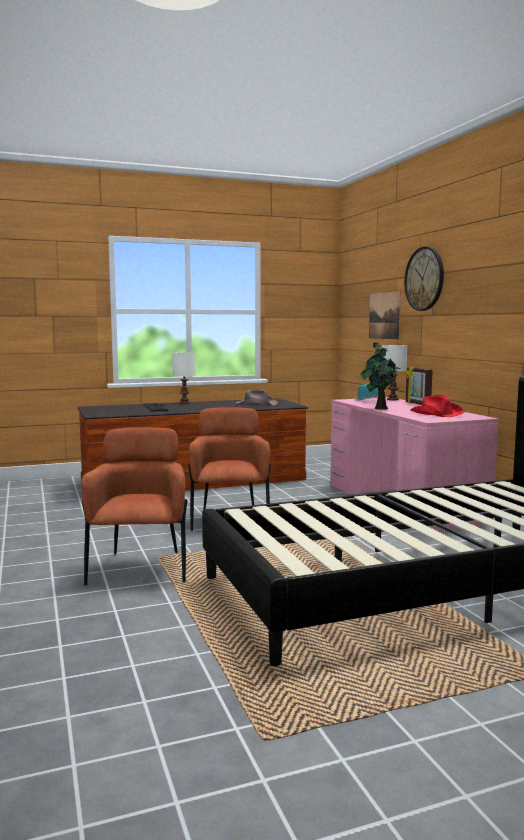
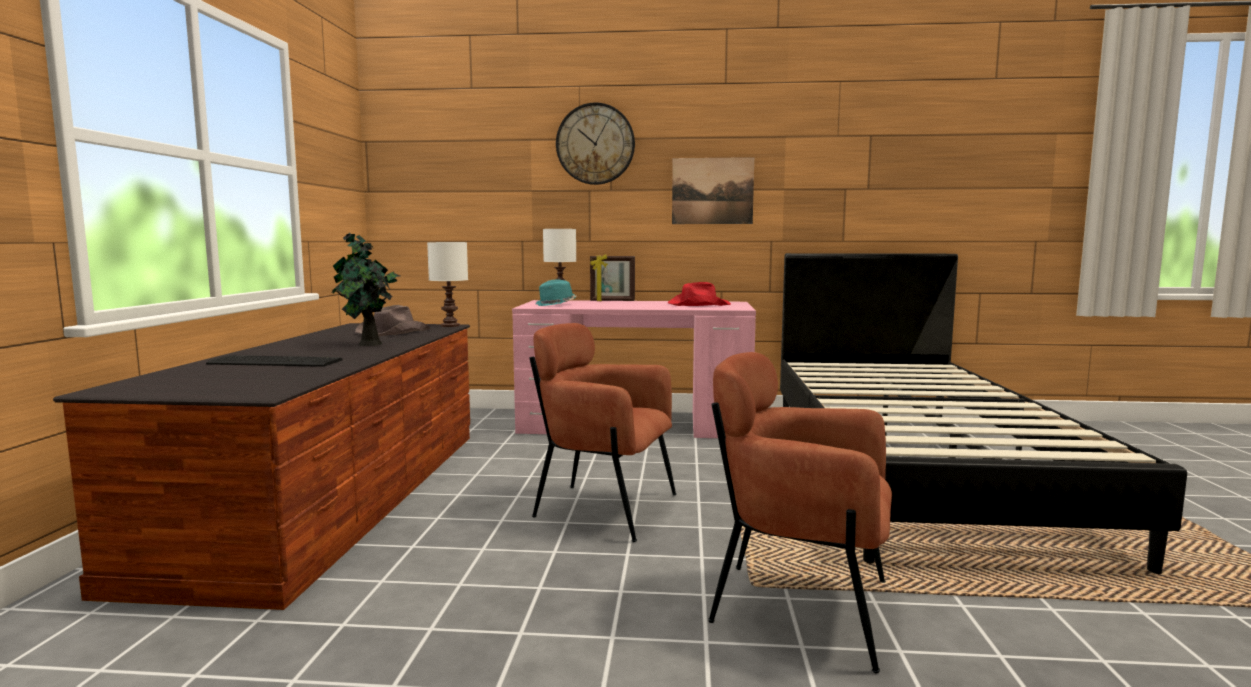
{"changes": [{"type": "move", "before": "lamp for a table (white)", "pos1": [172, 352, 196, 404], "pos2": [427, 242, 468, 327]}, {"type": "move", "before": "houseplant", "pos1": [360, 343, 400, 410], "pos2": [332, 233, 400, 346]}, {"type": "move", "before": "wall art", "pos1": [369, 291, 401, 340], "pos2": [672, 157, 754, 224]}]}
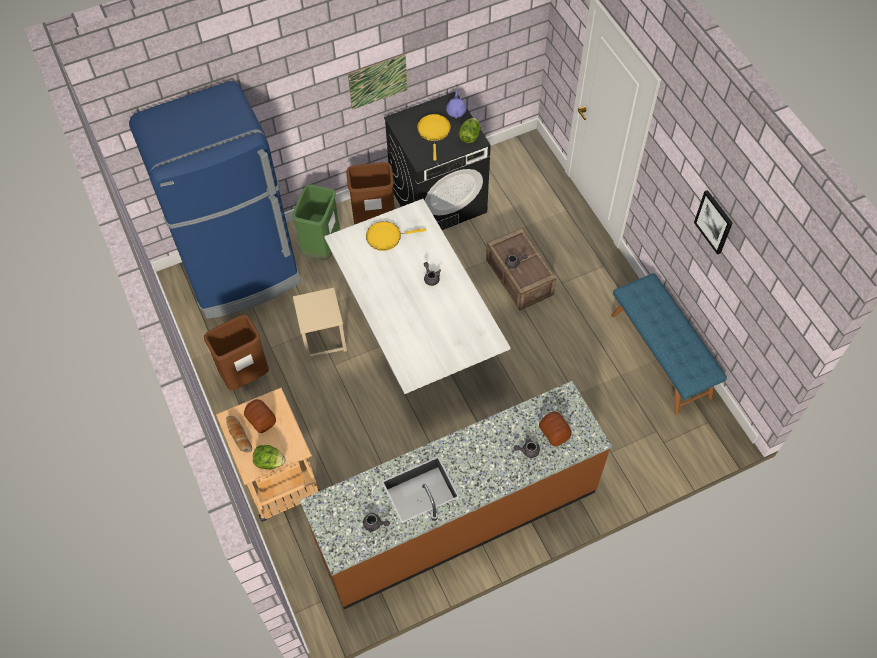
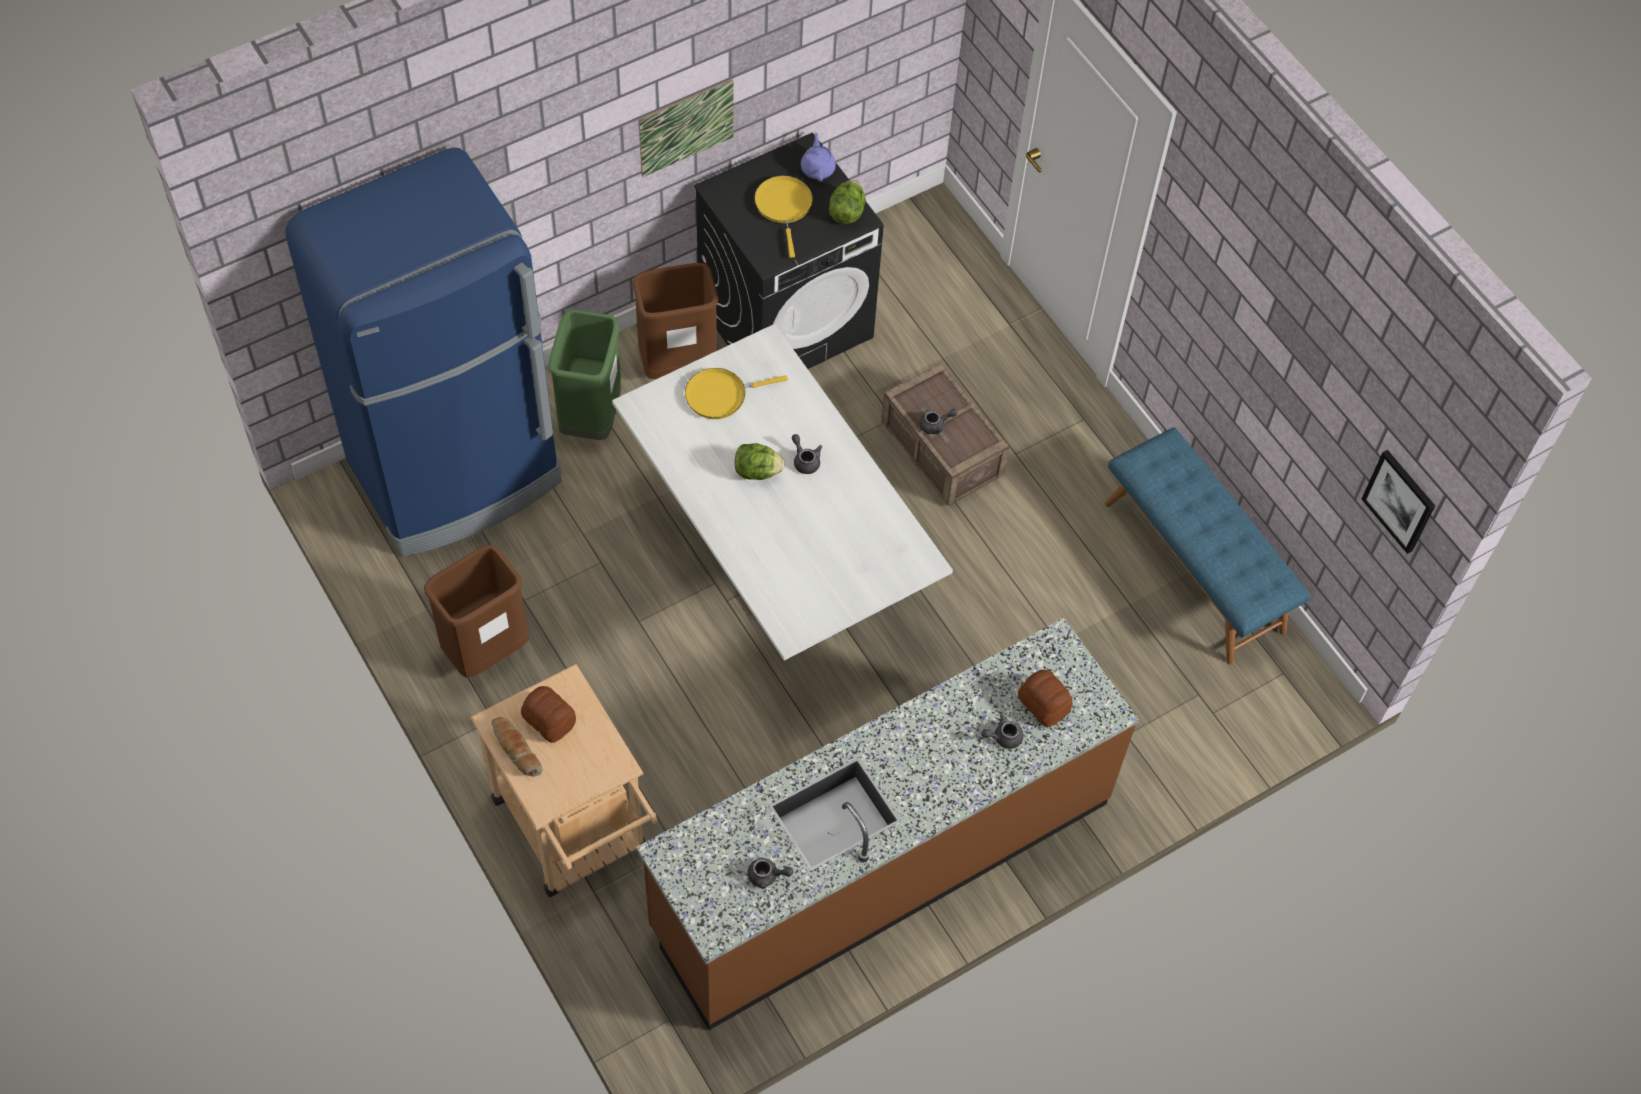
{"changes": [{"type": "move", "before": "head of lettuce", "pos1": [253, 445, 286, 470], "pos2": [735, 443, 785, 480]}, {"type": "delete", "before": "stool (beige-coloured)", "pos1": [293, 288, 347, 360]}, {"type": "move", "before": "wall art", "pos1": [694, 190, 733, 255], "pos2": [1362, 450, 1435, 554]}]}
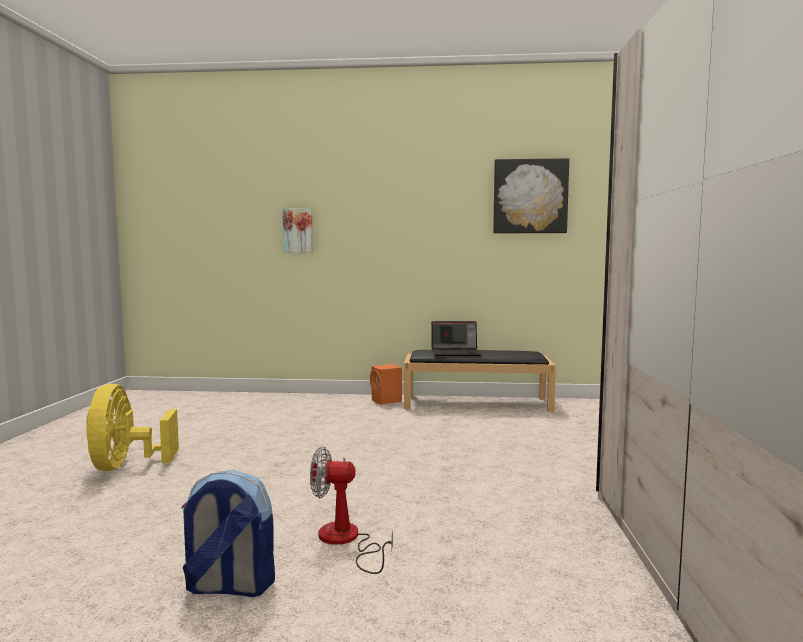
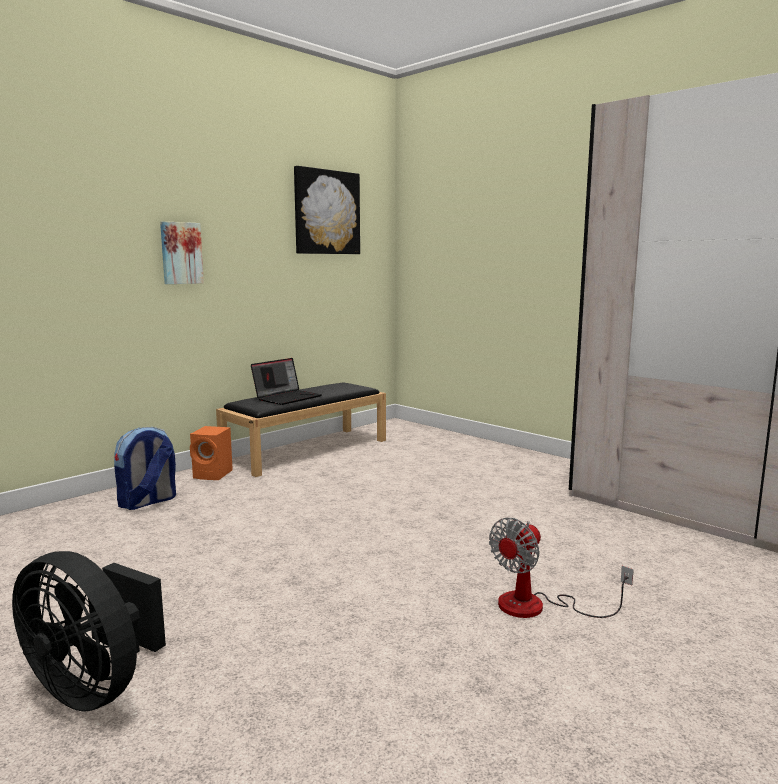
{"changes": [{"type": "recolor", "before": "fan (yellow)", "after": "fan (blackish)", "pos1": [86, 384, 179, 471], "pos2": [12, 551, 166, 712]}, {"type": "move", "before": "rucksack", "pos1": [182, 470, 275, 597], "pos2": [114, 427, 176, 510]}, {"type": "move", "before": "wall art", "pos1": [283, 209, 313, 253], "pos2": [160, 221, 204, 284]}]}
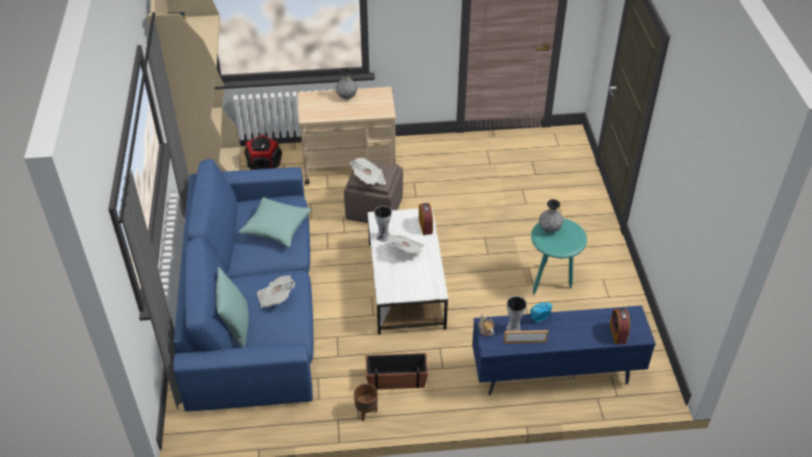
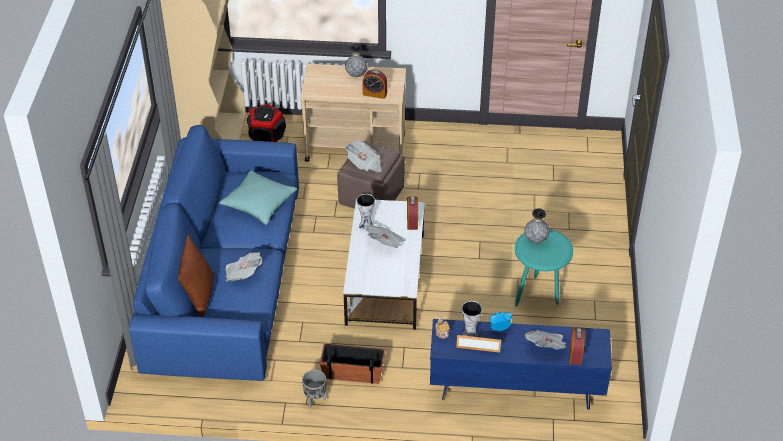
{"changes": [{"type": "recolor", "before": "cushion (turquoise)", "after": "cushion (brown)", "pos1": [216, 267, 249, 348], "pos2": [178, 235, 214, 317]}, {"type": "recolor", "before": "planter (brown)", "after": "planter (greyish)", "pos1": [354, 384, 378, 421], "pos2": [302, 370, 326, 407]}, {"type": "insert", "after": "alarm clock", "pos2": [362, 70, 387, 99]}, {"type": "insert", "after": "printed paper", "pos2": [525, 330, 566, 350]}]}
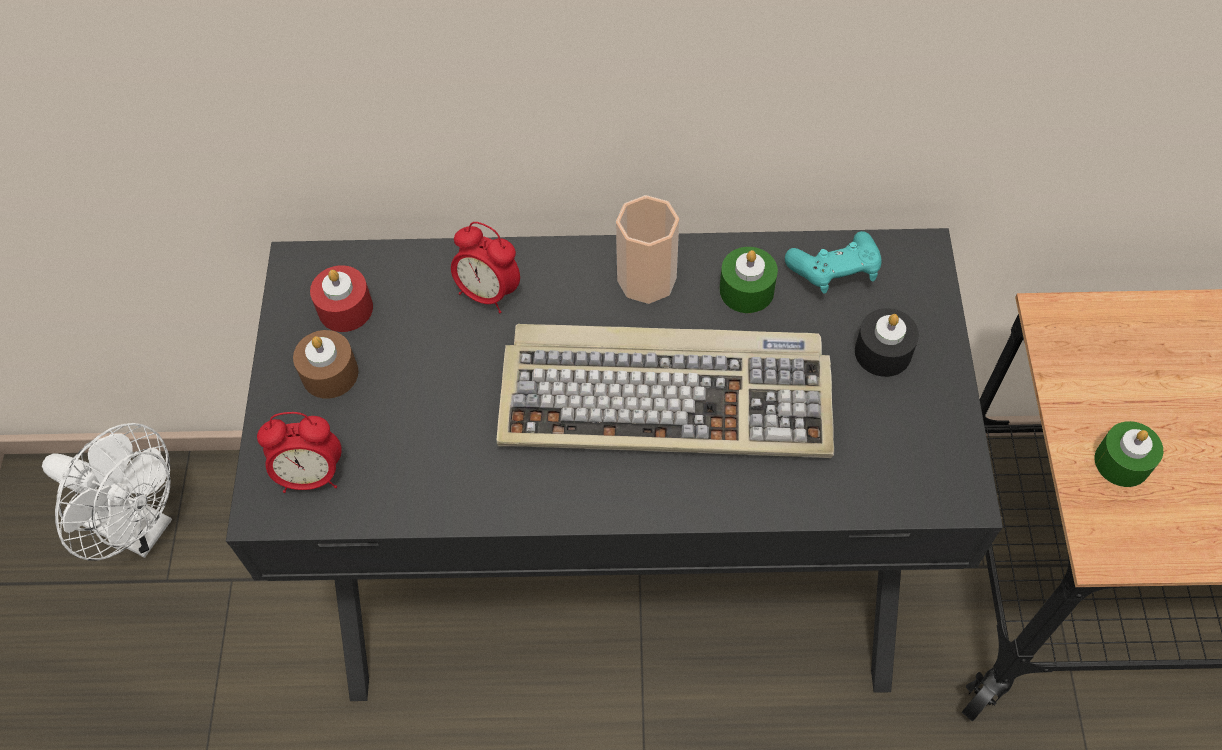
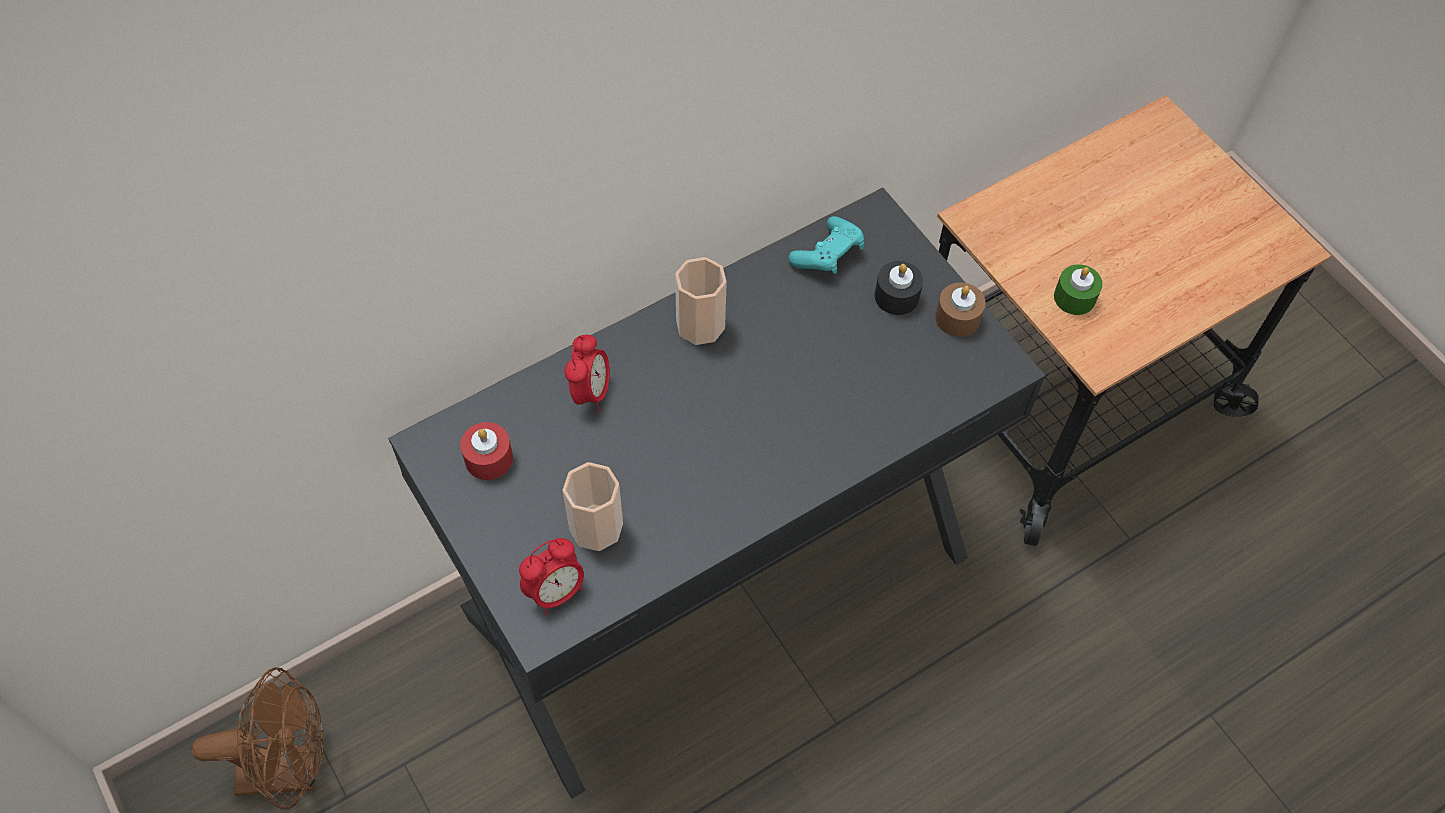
{"changes": [{"type": "recolor", "before": "fan (white)", "after": "fan (brown)", "pos1": [42, 423, 172, 560], "pos2": [192, 667, 323, 810]}, {"type": "move", "before": "candle (brown)", "pos1": [293, 330, 358, 399], "pos2": [935, 282, 986, 337]}, {"type": "rotate", "before": "alarm clock", "pos1": [451, 222, 520, 313], "pos2": [564, 335, 610, 412], "turn": -75}, {"type": "delete", "before": "keyboard", "pos1": [497, 324, 834, 458]}, {"type": "delete", "before": "candle (green-coloured)", "pos1": [720, 247, 778, 313]}, {"type": "insert", "after": "drinking cup", "pos2": [563, 462, 623, 551]}]}
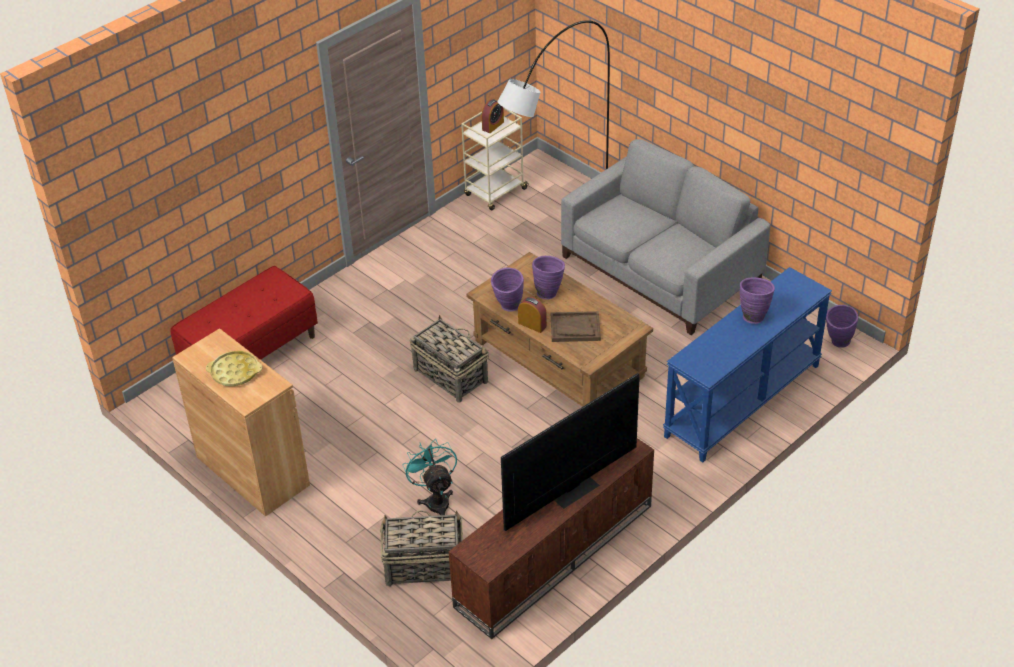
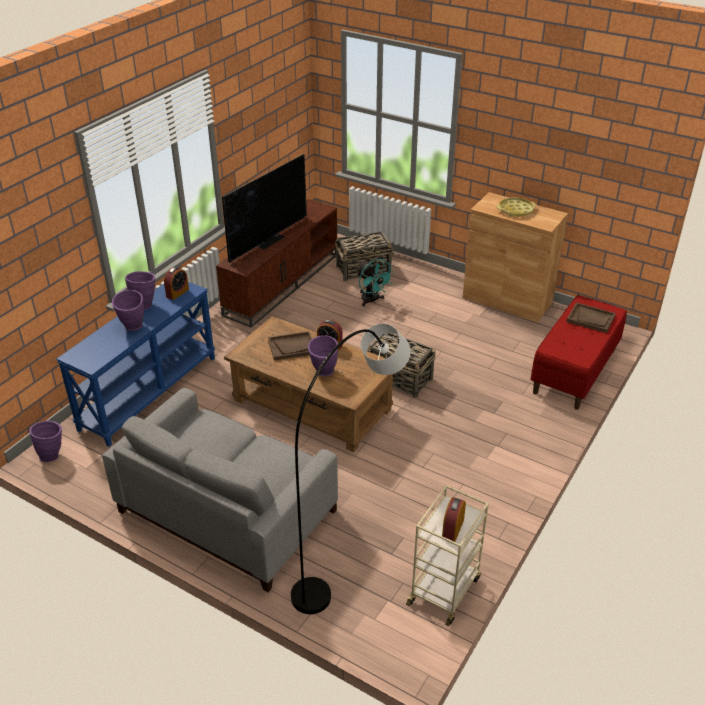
{"changes": [{"type": "move", "before": "flower vase (purple-coloured)", "pos1": [491, 267, 524, 312], "pos2": [125, 271, 155, 310]}, {"type": "insert", "after": "alarm clock", "pos2": [164, 267, 189, 300]}, {"type": "insert", "after": "carrying tray (brown)", "pos2": [566, 302, 616, 333]}]}
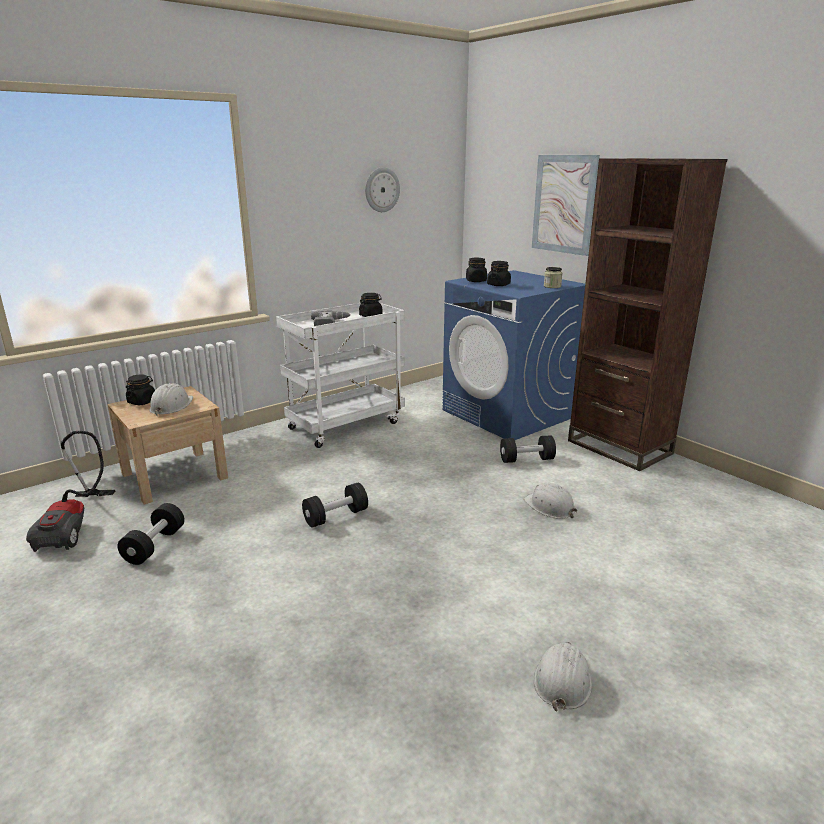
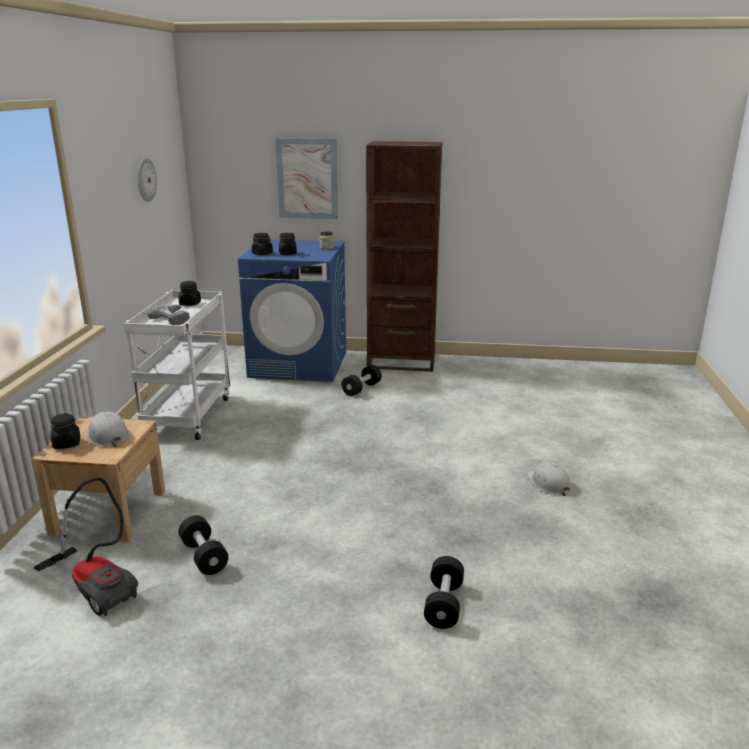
{"changes": [{"type": "move", "before": "hand weight (blackish)", "pos1": [302, 483, 368, 528], "pos2": [424, 556, 464, 629]}, {"type": "delete", "before": "work helmet (white)", "pos1": [523, 483, 577, 519]}]}
